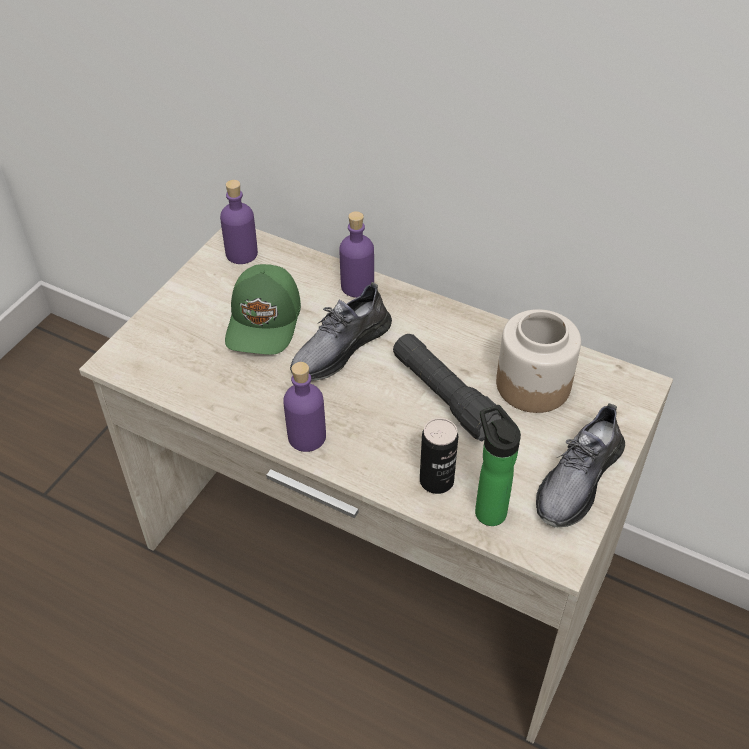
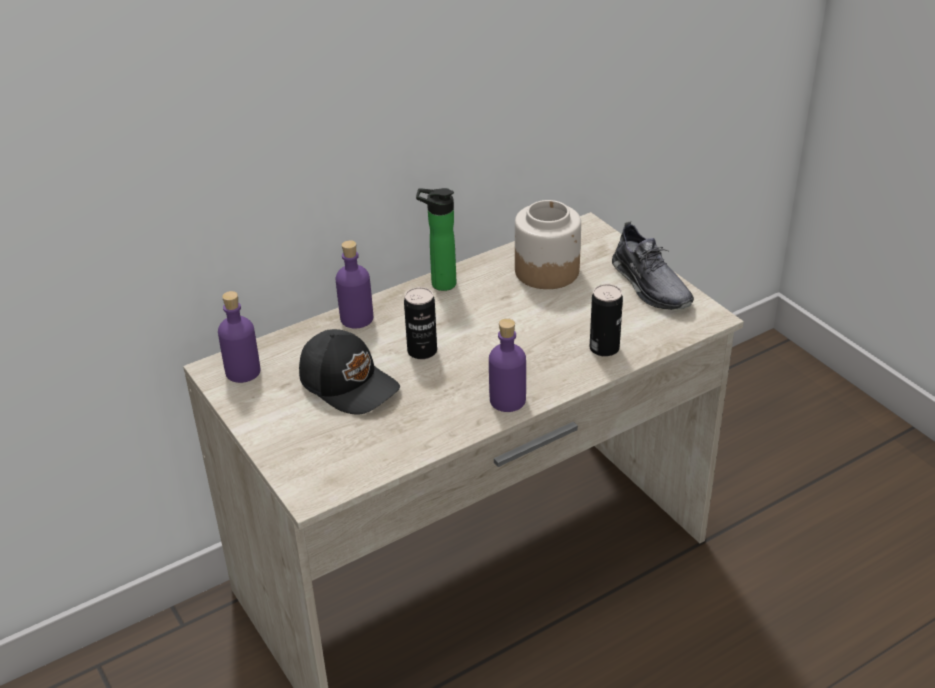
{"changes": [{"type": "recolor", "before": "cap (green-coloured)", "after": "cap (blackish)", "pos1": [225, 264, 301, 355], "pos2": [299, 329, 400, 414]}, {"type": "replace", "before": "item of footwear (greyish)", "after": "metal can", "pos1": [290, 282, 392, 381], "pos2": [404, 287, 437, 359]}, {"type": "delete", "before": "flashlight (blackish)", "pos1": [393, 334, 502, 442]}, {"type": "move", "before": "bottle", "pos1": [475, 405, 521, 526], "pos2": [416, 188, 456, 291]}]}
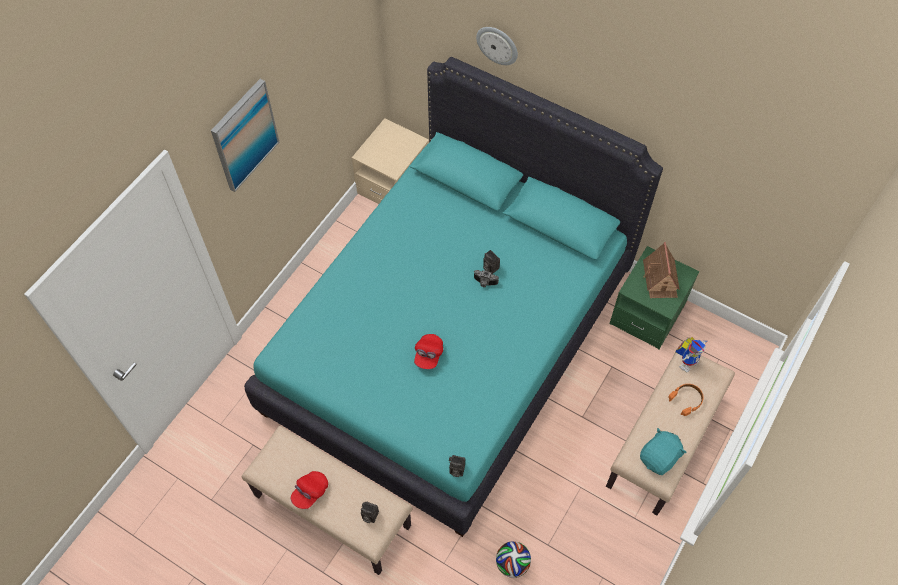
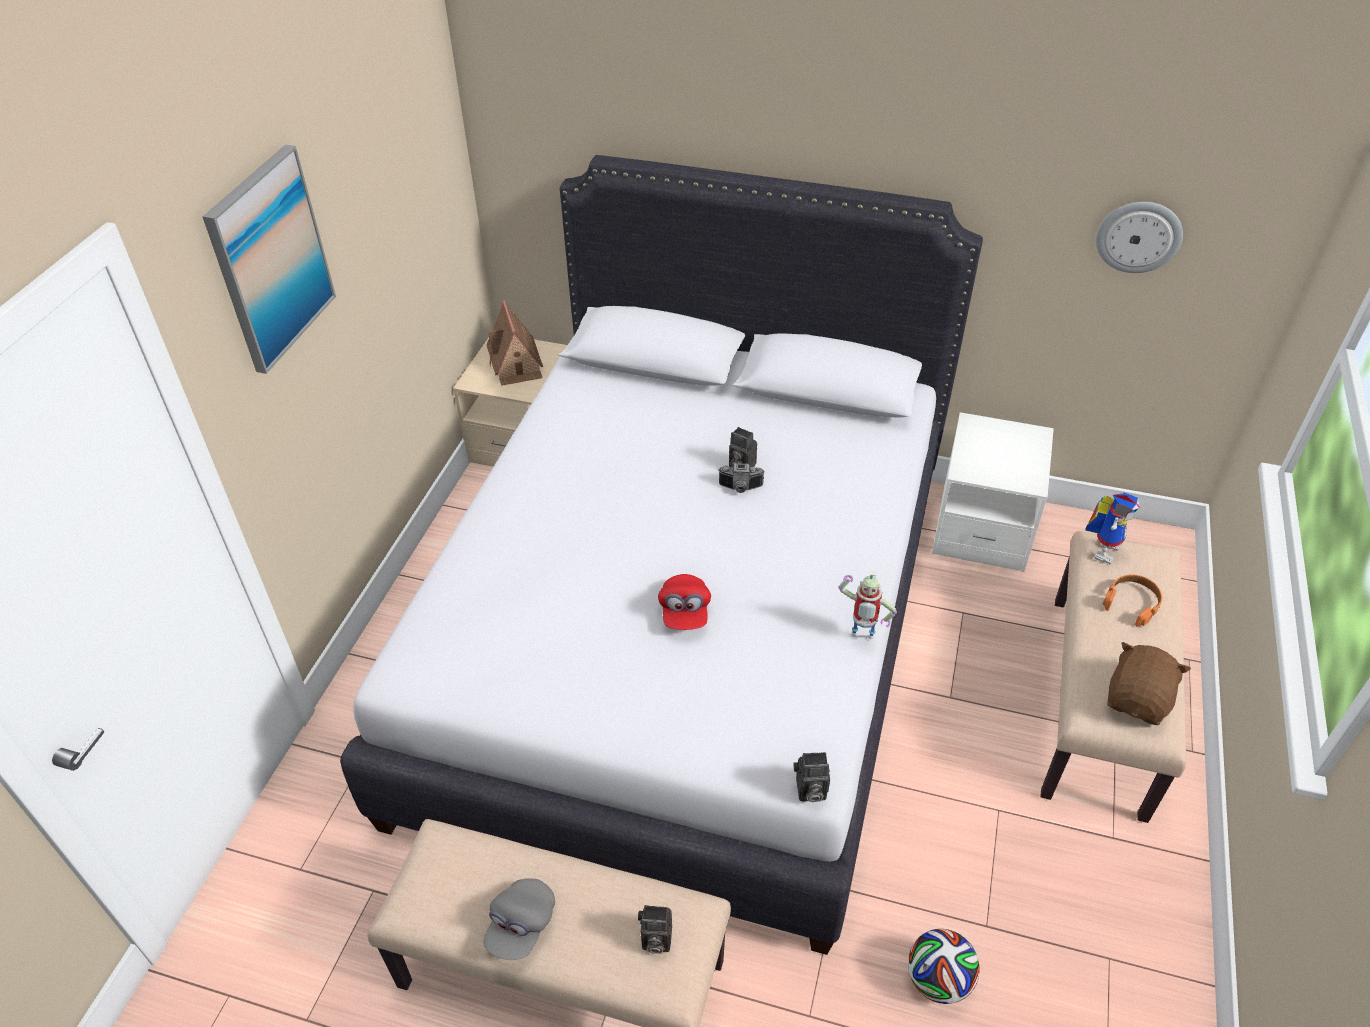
{"changes": [{"type": "recolor", "before": "sleeping bed (turquoise)", "after": "sleeping bed (white)", "pos1": [244, 57, 663, 537], "pos2": [340, 155, 983, 955]}, {"type": "recolor", "before": "cap (red)", "after": "cap (greyish)", "pos1": [291, 471, 328, 509], "pos2": [484, 878, 555, 960]}, {"type": "move", "before": "wall clock", "pos1": [476, 27, 518, 65], "pos2": [1096, 202, 1183, 273]}, {"type": "recolor", "before": "nightstand (green-coloured)", "after": "nightstand (white)", "pos1": [609, 246, 699, 349], "pos2": [932, 412, 1054, 572]}, {"type": "recolor", "before": "plush toy (turquoise)", "after": "plush toy (brown)", "pos1": [640, 428, 687, 475], "pos2": [1107, 642, 1191, 725]}, {"type": "move", "before": "miniature house", "pos1": [643, 242, 680, 298], "pos2": [486, 300, 543, 386]}, {"type": "insert", "after": "robot figure", "pos2": [839, 570, 897, 639]}]}
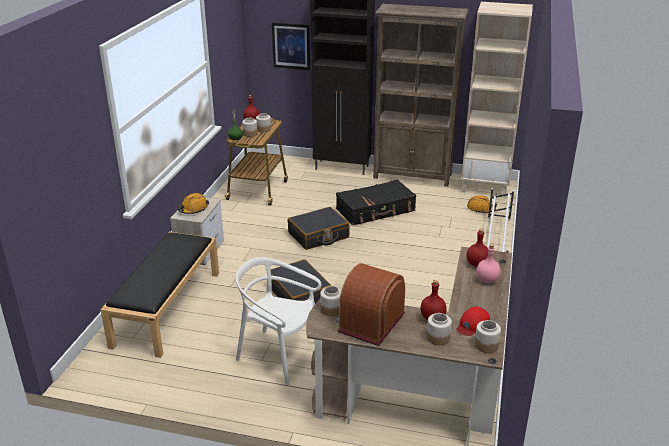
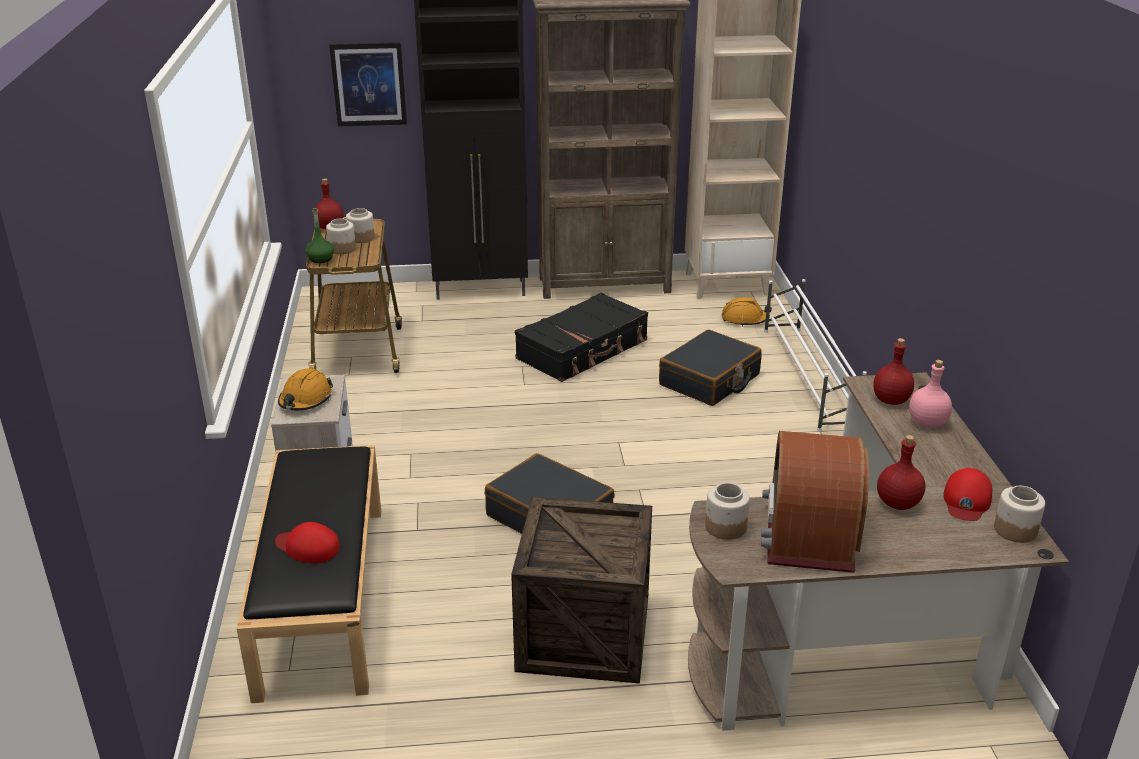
{"changes": [{"type": "replace", "before": "upright chair (white)", "after": "crate", "pos1": [236, 257, 321, 385], "pos2": [511, 497, 652, 684]}, {"type": "move", "before": "travel case (blackish)", "pos1": [288, 207, 350, 250], "pos2": [659, 330, 762, 406]}, {"type": "delete", "before": "storage jar", "pos1": [427, 313, 452, 345]}, {"type": "insert", "after": "cap (red)", "pos2": [275, 522, 340, 563]}]}
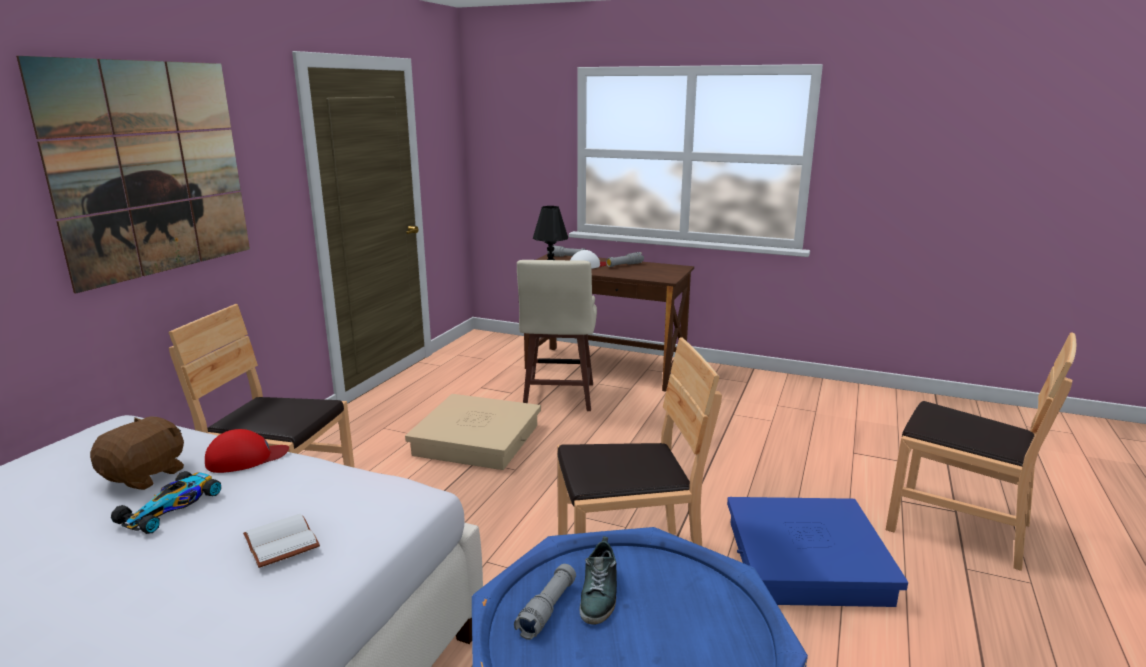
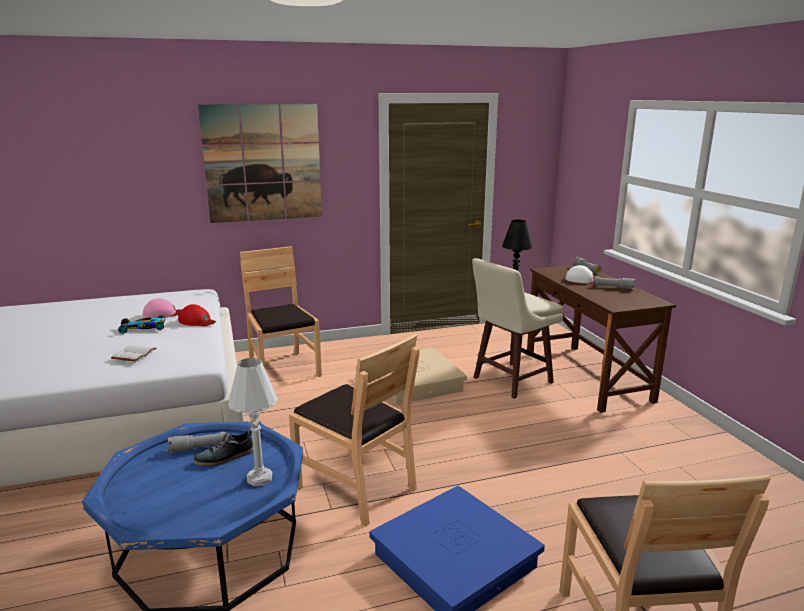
{"changes": [{"type": "replace", "before": "plush toy (brown)", "after": "cap (pink)", "pos1": [90, 416, 184, 490], "pos2": [143, 298, 182, 318]}, {"type": "insert", "after": "lamp for a table (white)", "pos2": [228, 358, 278, 486]}]}
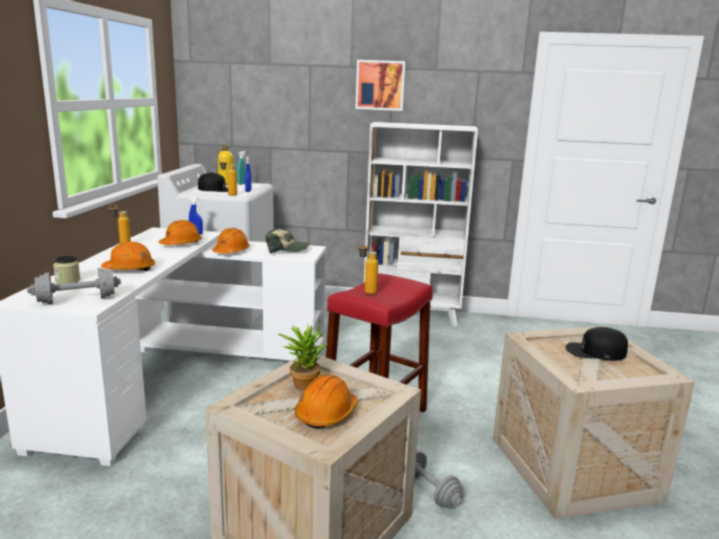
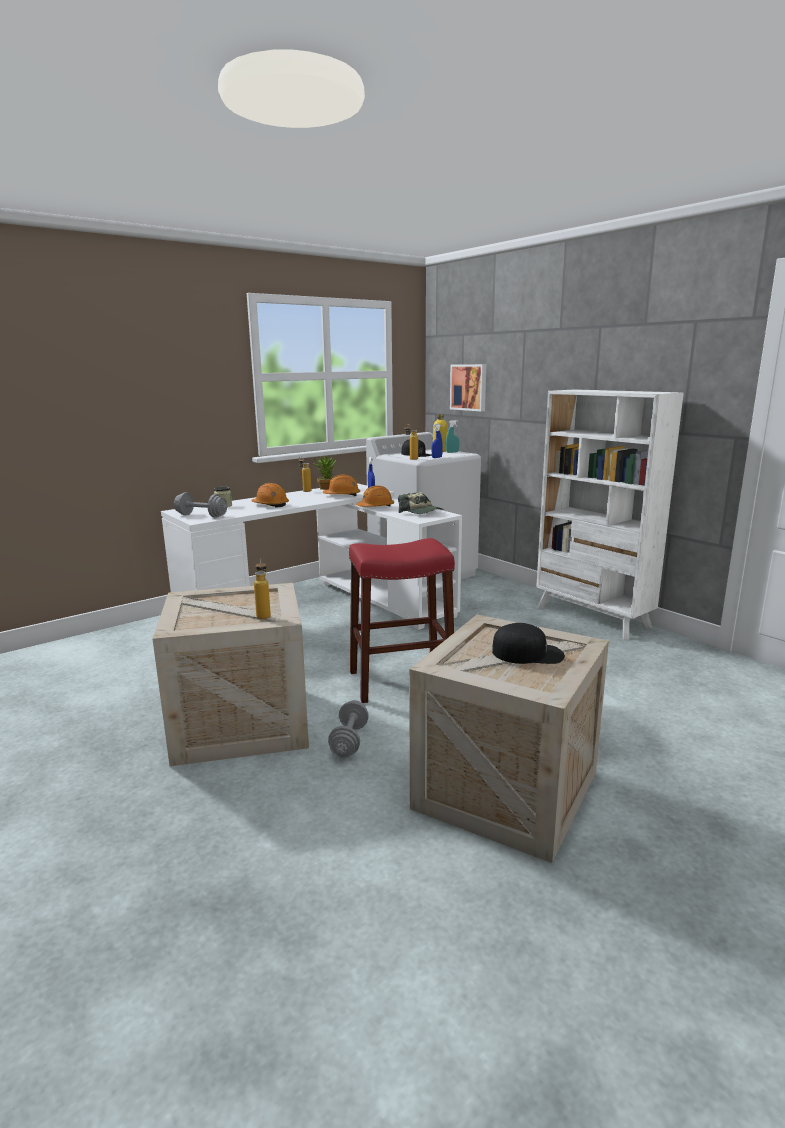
{"changes": [{"type": "move", "before": "houseplant", "pos1": [278, 321, 328, 390], "pos2": [312, 455, 336, 490]}, {"type": "delete", "before": "work helmet (orangey)", "pos1": [295, 375, 358, 429]}, {"type": "move", "before": "wall art", "pos1": [355, 60, 405, 111], "pos2": [450, 364, 486, 411]}, {"type": "move", "before": "bottle", "pos1": [359, 241, 378, 294], "pos2": [254, 559, 271, 619]}, {"type": "rotate", "before": "cap (blackish)", "pos1": [566, 327, 628, 361], "pos2": [492, 623, 565, 664], "turn": 135}]}
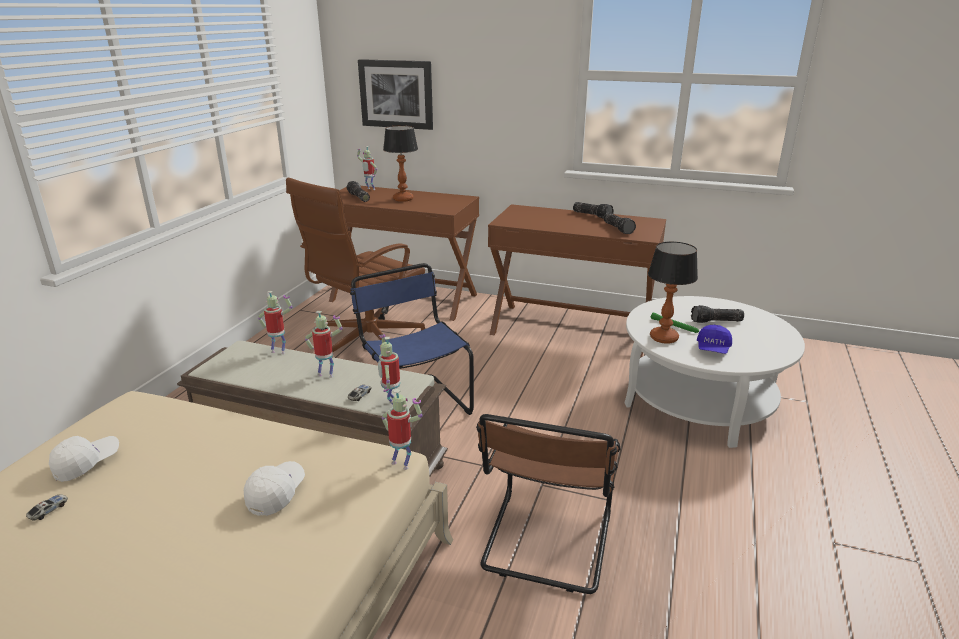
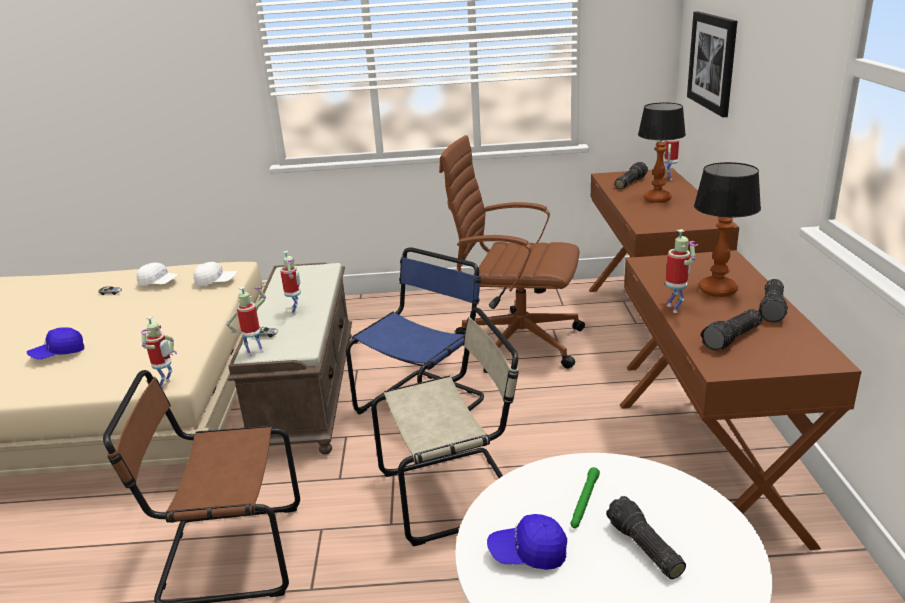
{"changes": [{"type": "move", "before": "cap (white)", "pos1": [244, 461, 305, 516], "pos2": [193, 262, 237, 287]}, {"type": "move", "before": "robot figure", "pos1": [258, 291, 293, 354], "pos2": [666, 229, 698, 313]}, {"type": "move", "before": "lamp for a table", "pos1": [648, 241, 698, 344], "pos2": [694, 162, 761, 297]}, {"type": "insert", "after": "cap (bluish)", "pos2": [27, 327, 85, 359]}, {"type": "insert", "after": "upright chair (beige-coloured)", "pos2": [371, 308, 519, 546]}]}
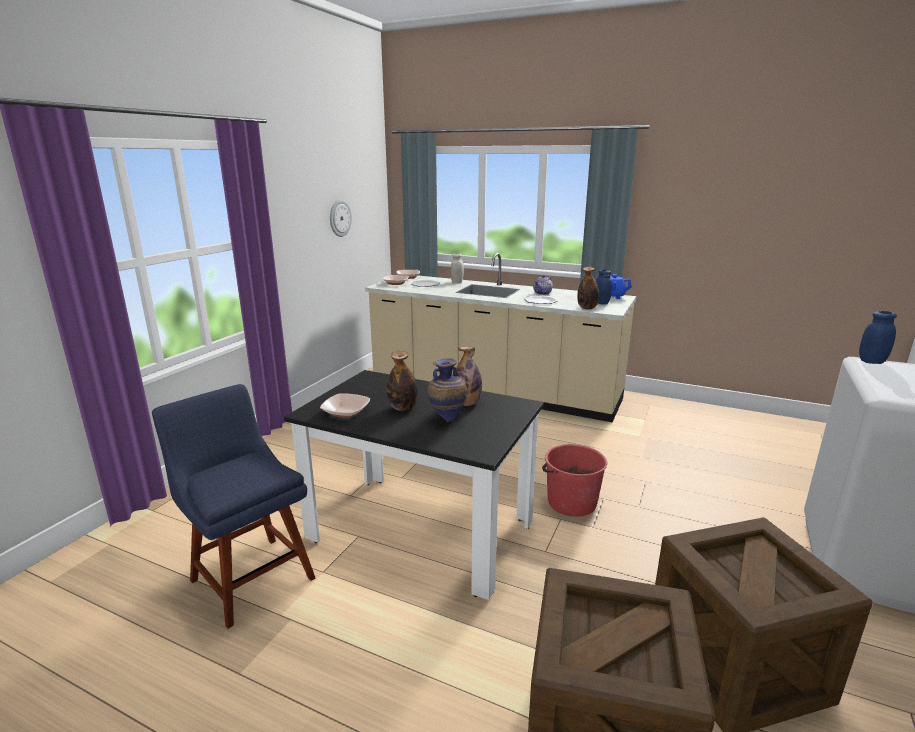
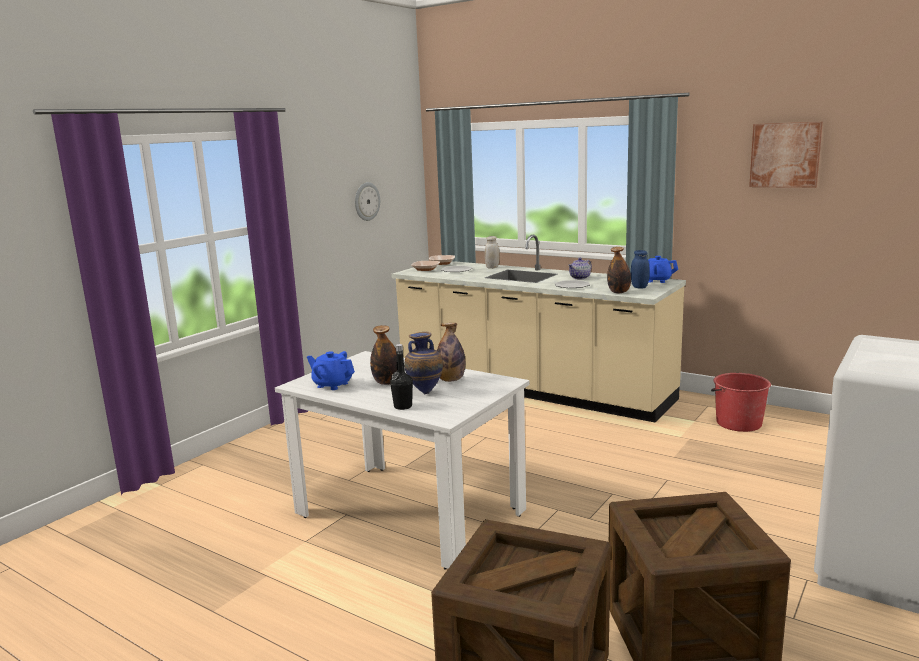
{"changes": [{"type": "delete", "before": "upright chair (bluish)", "pos1": [152, 384, 315, 629]}, {"type": "recolor", "before": "kitchen table (blackish)", "after": "kitchen table (white)", "pos1": [284, 370, 544, 600], "pos2": [275, 351, 530, 570]}, {"type": "replace", "before": "deep dish", "after": "teapot (bluish)", "pos1": [320, 393, 370, 418], "pos2": [307, 351, 355, 390]}, {"type": "move", "before": "water bucket (red)", "pos1": [542, 444, 608, 517], "pos2": [711, 373, 771, 432]}, {"type": "delete", "before": "storage jar (bluish)", "pos1": [859, 311, 897, 364]}, {"type": "insert", "after": "bottle (blackish)", "pos2": [390, 344, 413, 410]}, {"type": "insert", "after": "wall art", "pos2": [749, 122, 823, 188]}]}
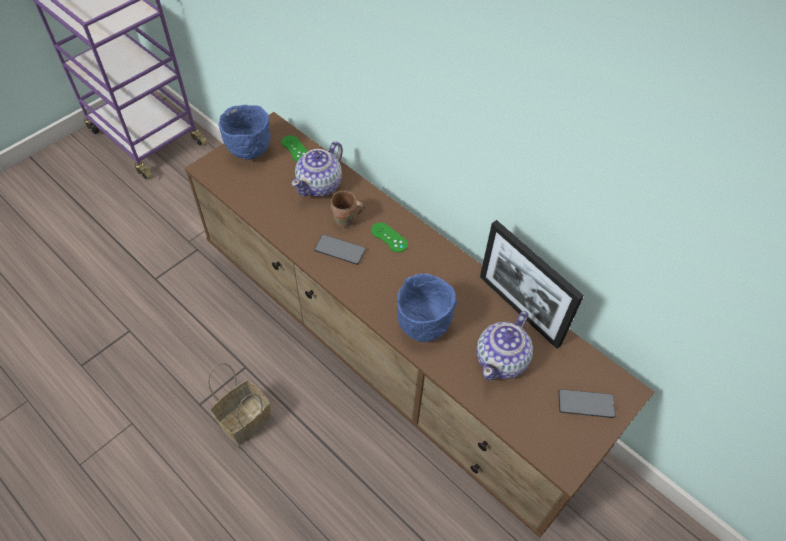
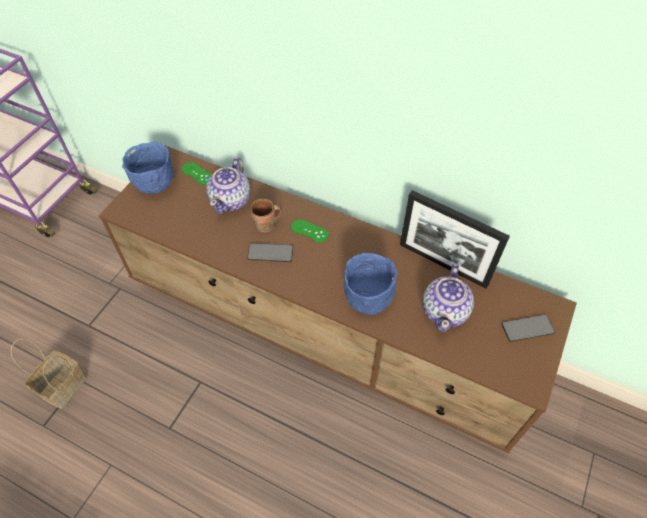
{"changes": [{"type": "move", "before": "basket", "pos1": [208, 363, 272, 446], "pos2": [11, 338, 87, 409]}]}
